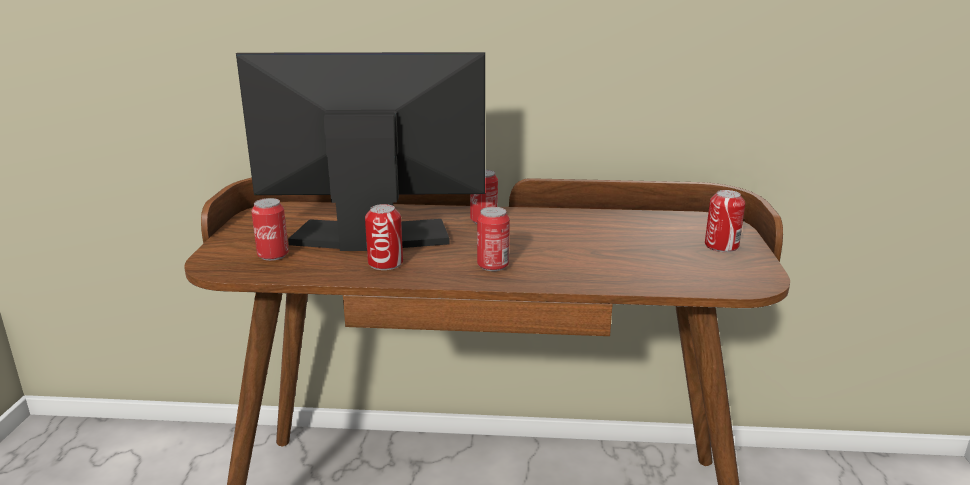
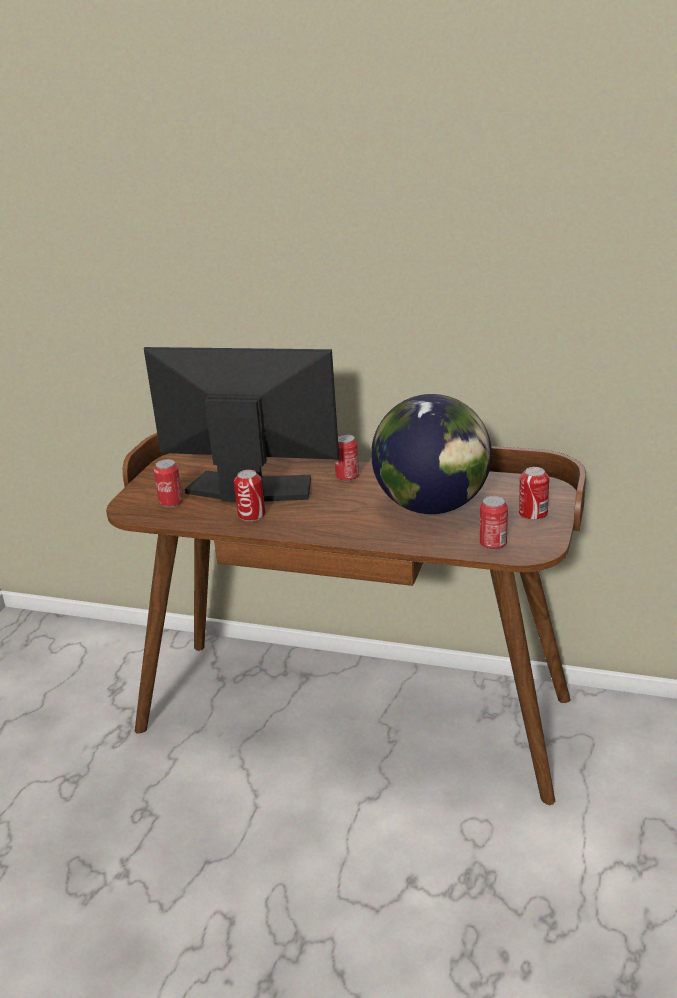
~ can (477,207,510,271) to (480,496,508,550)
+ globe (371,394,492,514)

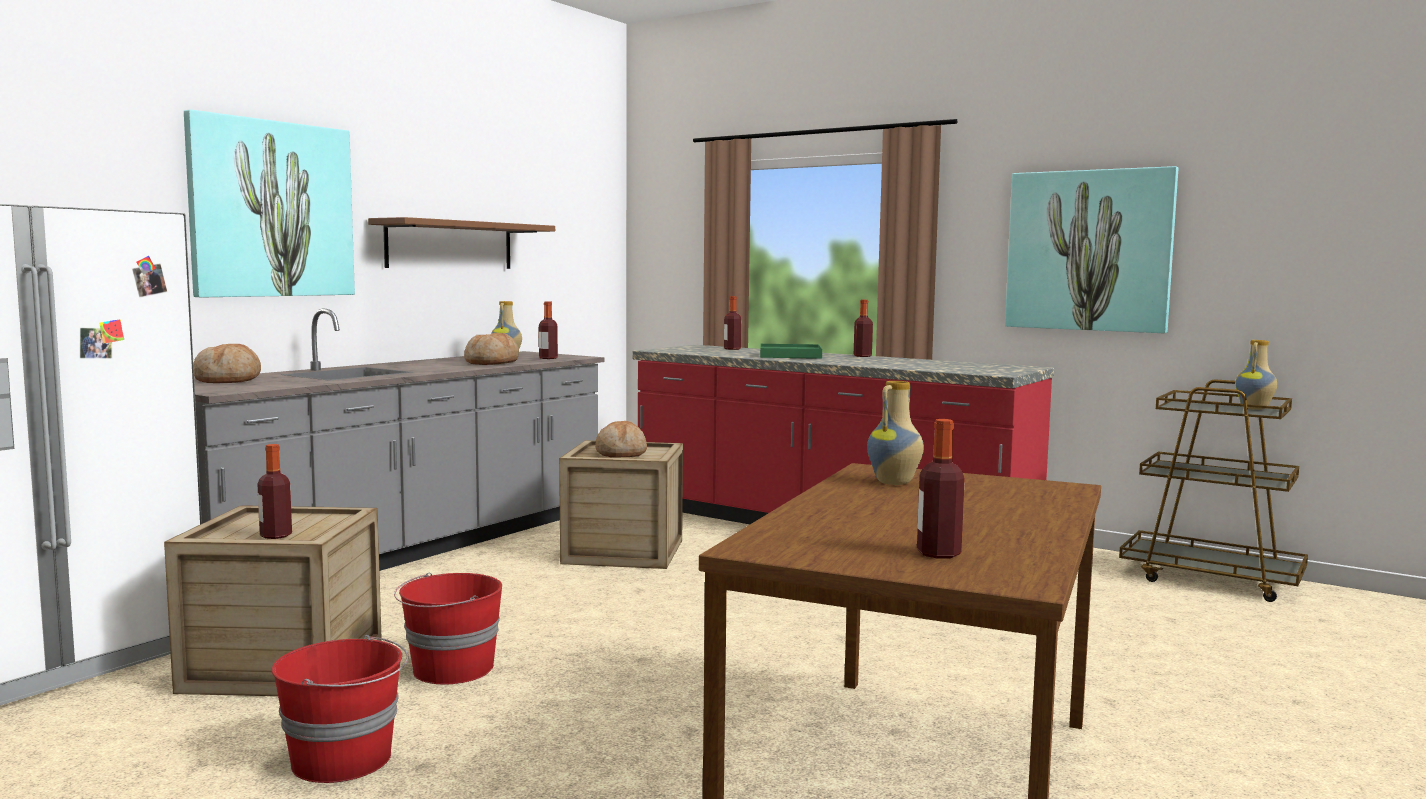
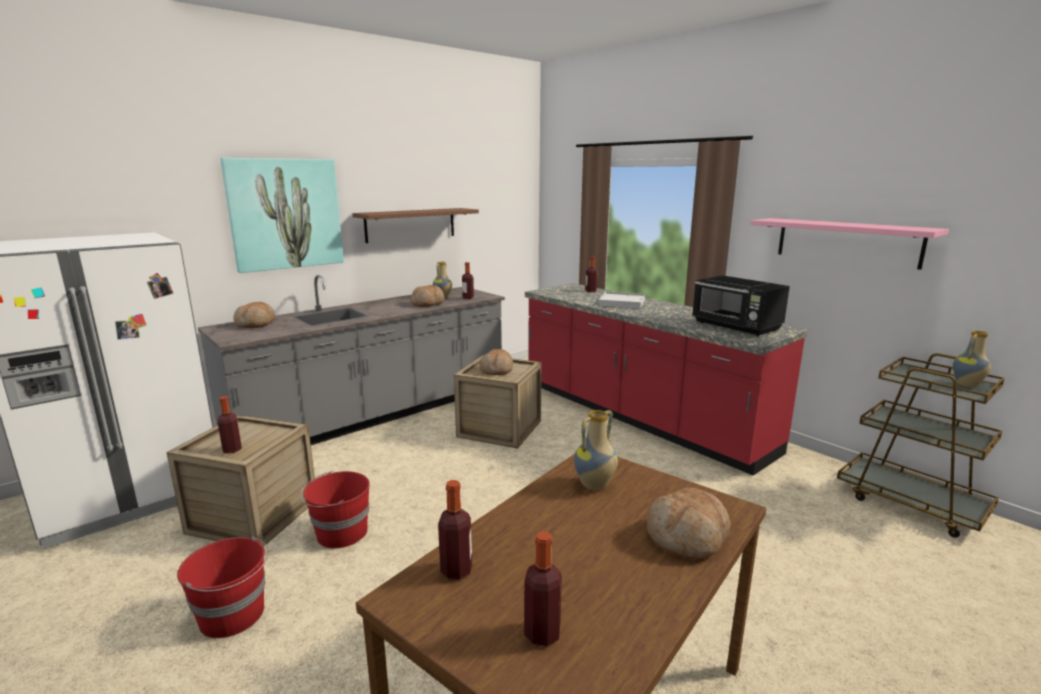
~ green tray (760,344,822,359) to white tray (599,292,645,309)
~ bottle (854,300,873,357) to (438,480,472,580)
~ picture (1005,166,1178,333) to pink shelf (751,218,949,270)
+ bread (647,488,731,560)
+ black microwave (692,275,790,336)

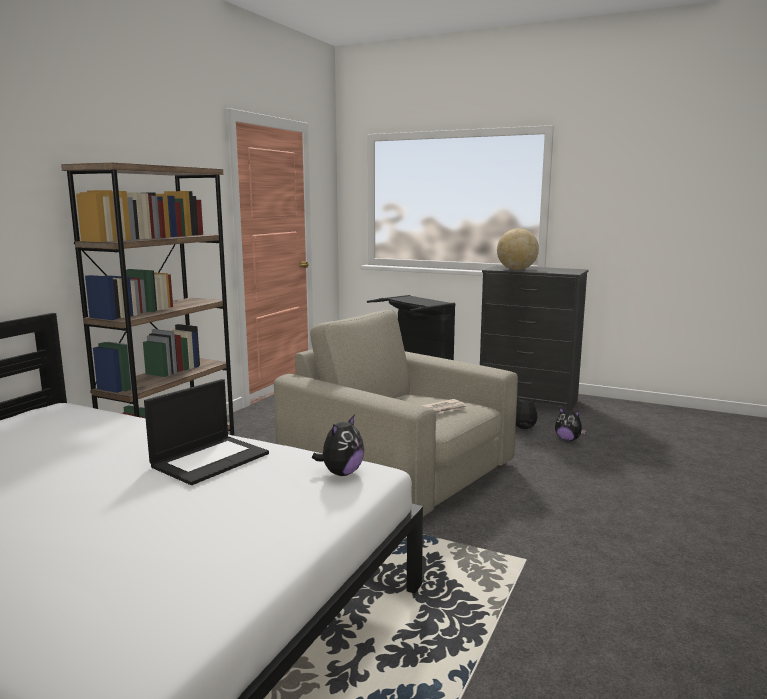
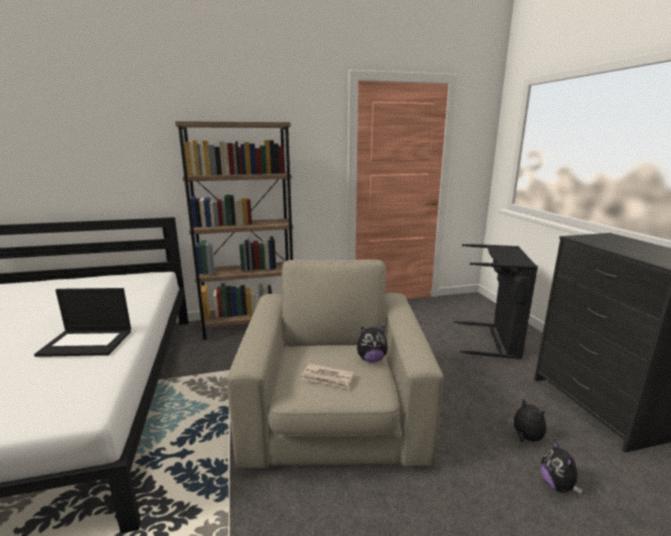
~ plush toy (312,415,364,476) to (357,325,388,363)
- globe (497,229,539,270)

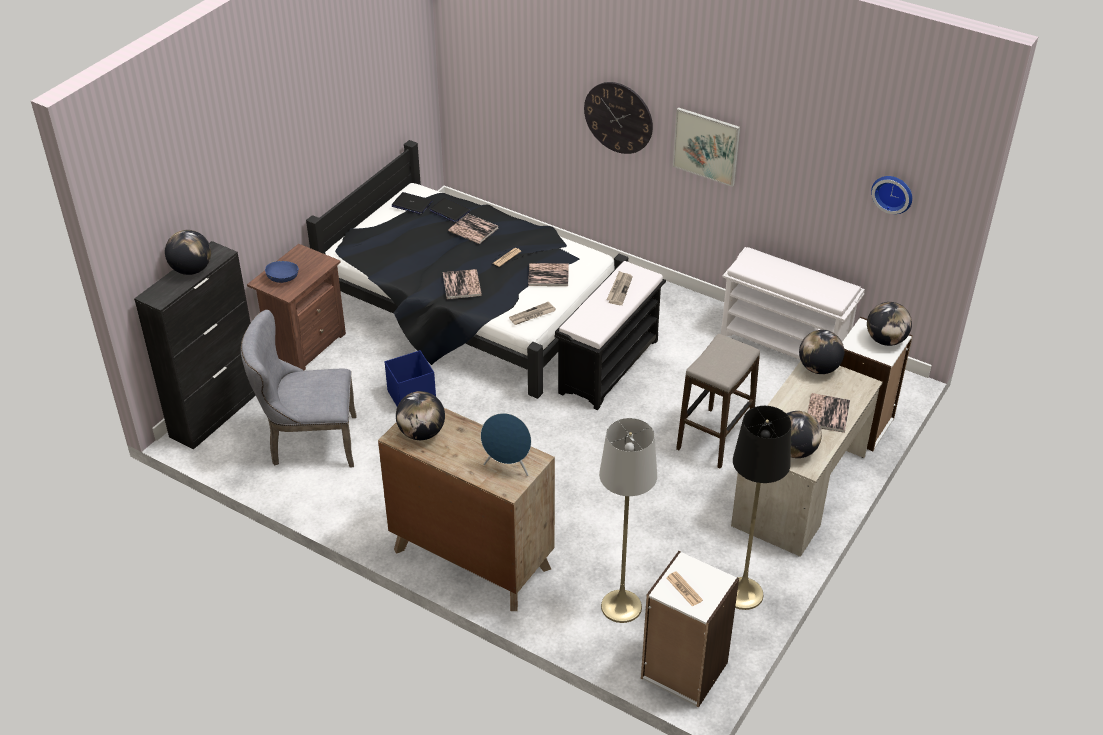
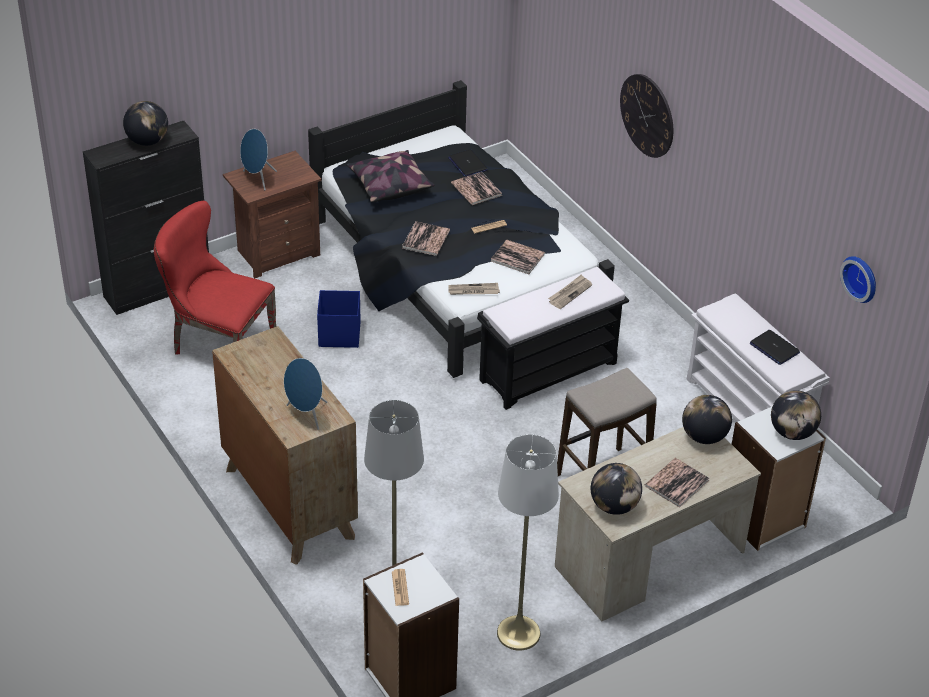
~ grey chair (241,310,356,467) to red chair (154,201,276,355)
~ blue bowl (265,261,299,283) to blue speaker (240,129,277,190)
~ laptop (392,192,432,214) to (750,330,800,365)
- globe (396,391,445,440)
- picture (673,107,740,187)
~ black floor lamp (733,406,791,610) to white floor lamp (497,434,559,651)
+ pillow (347,150,434,202)

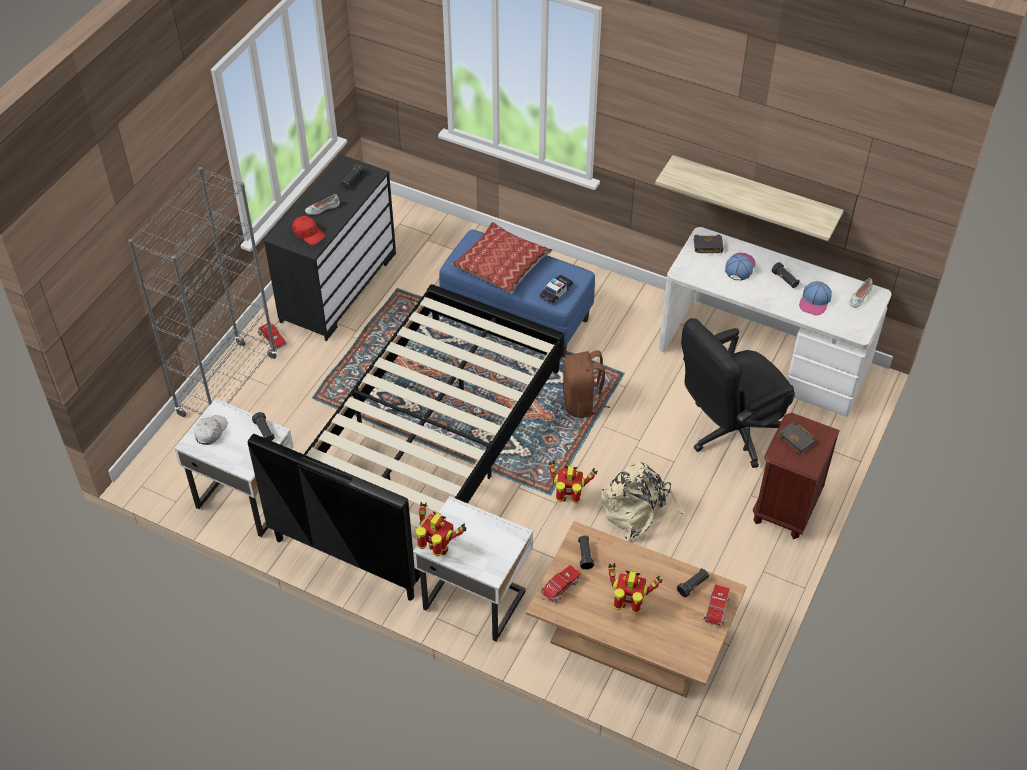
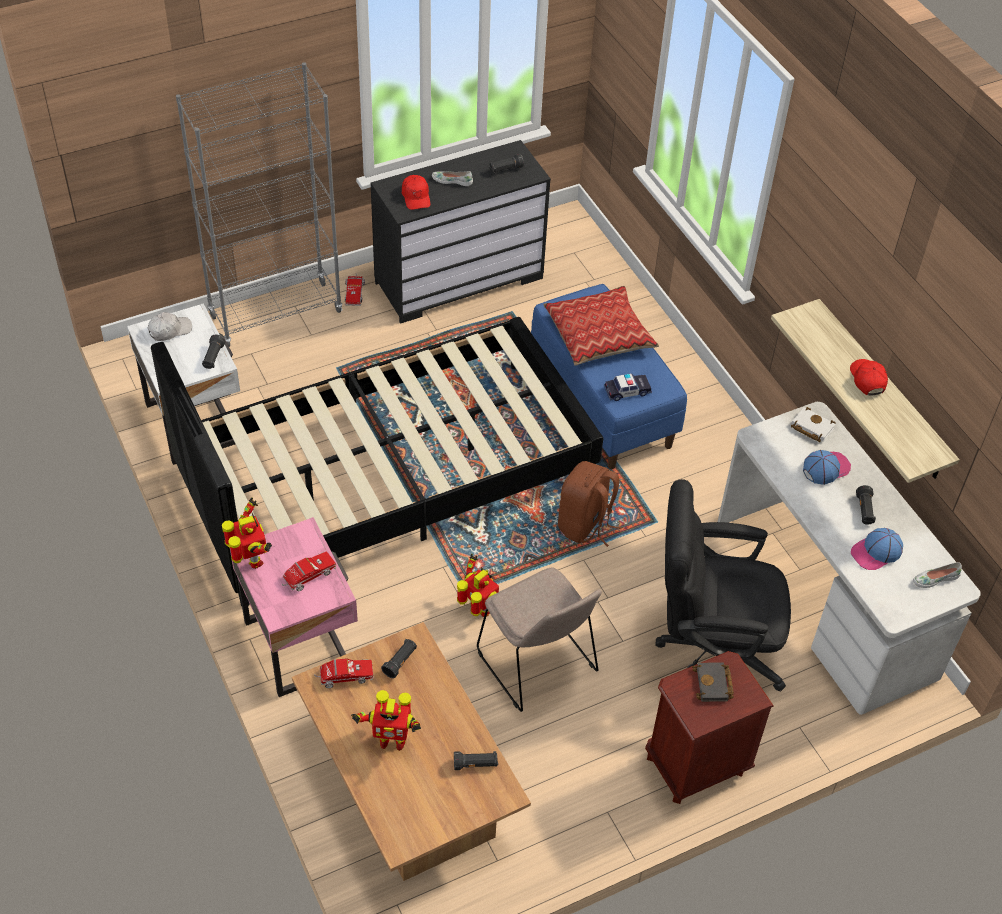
~ white nightstand (413,496,533,641) to pink nightstand (230,517,358,697)
~ beige backpack (601,462,685,540) to beige chair (477,568,602,712)
~ toy robot (608,563,663,614) = (351,690,421,751) 135 degrees clockwise
~ black book (694,235,724,253) to white book (791,407,836,442)
~ toy truck (703,585,730,627) to (282,551,336,591)
+ red cap (850,359,888,395)

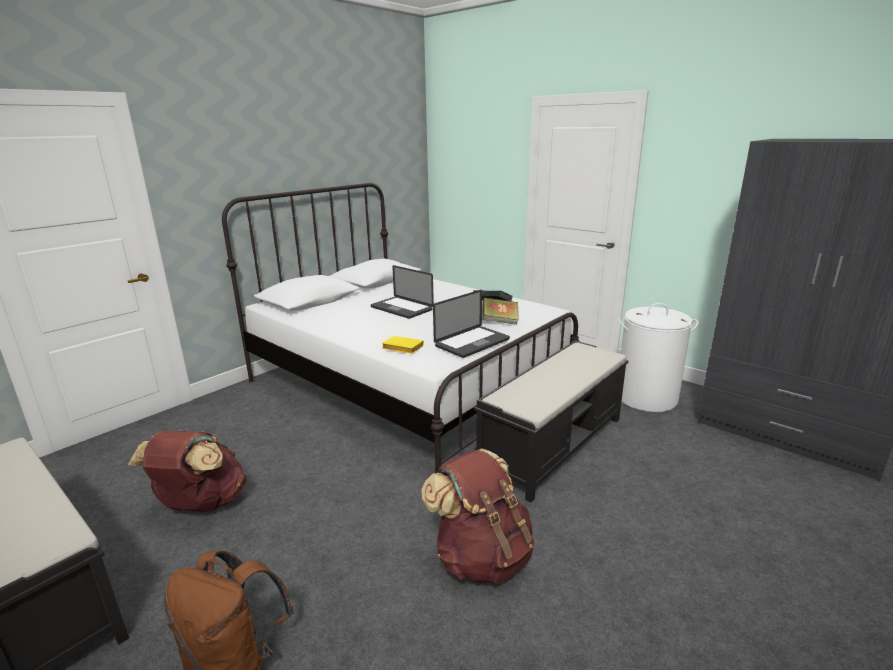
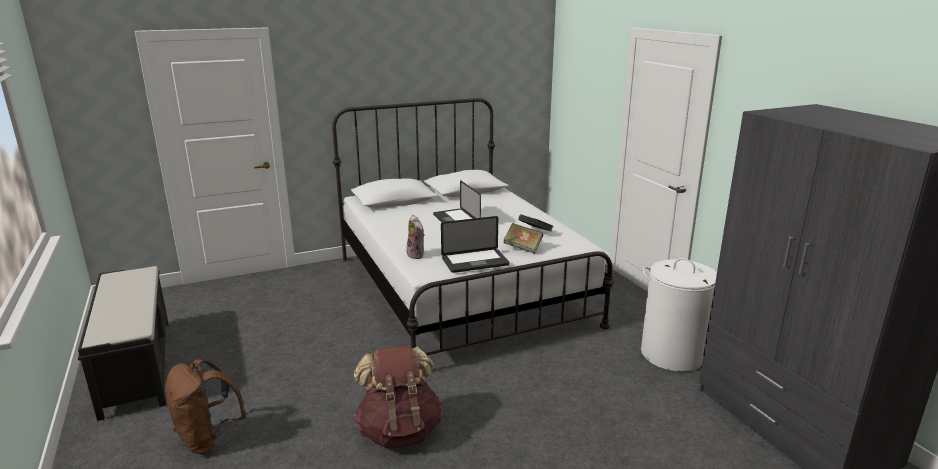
- brown backpack (128,430,247,512)
~ yellow book (382,336,424,354) to plush toy (406,215,425,259)
- black bench (474,341,628,502)

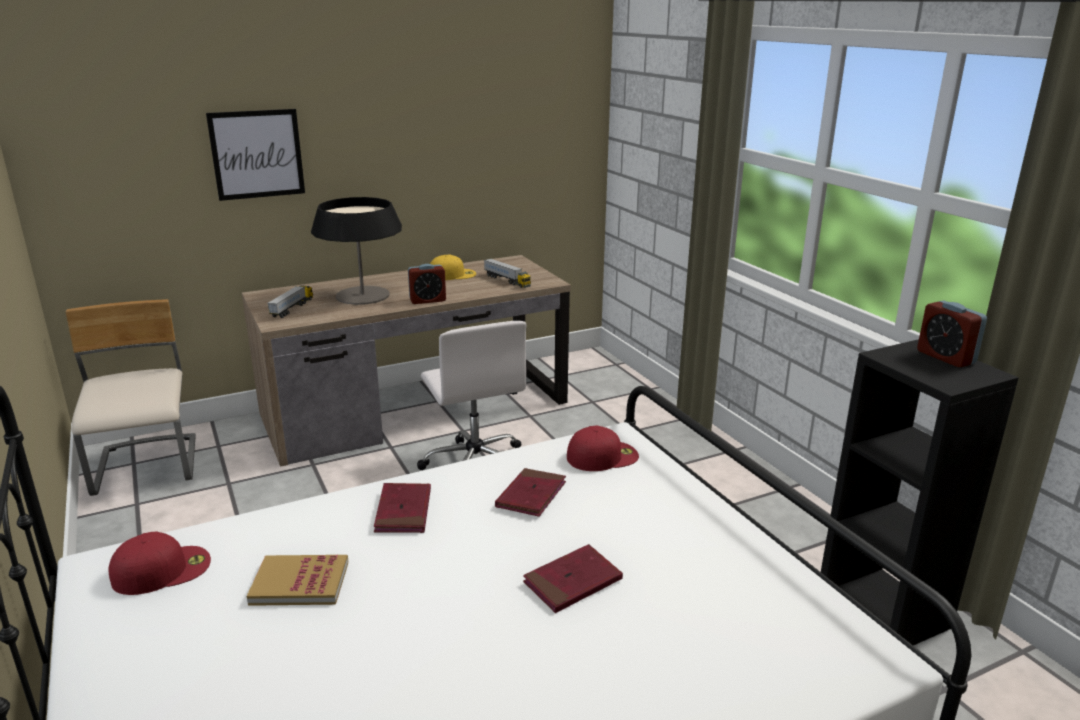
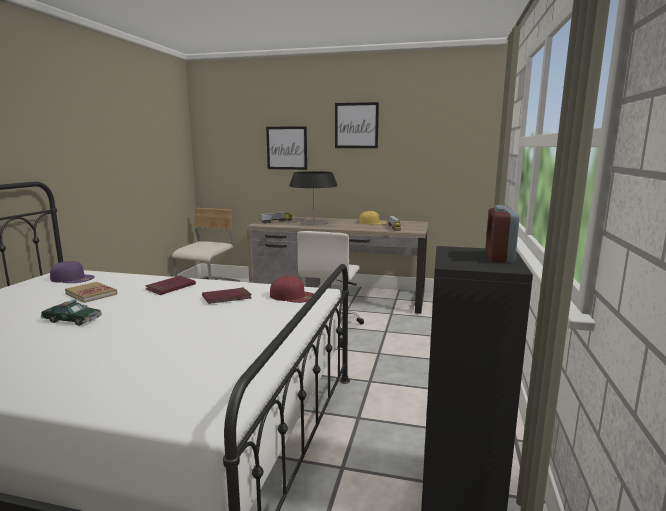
~ red cap (108,532,211,595) to purple cap (50,261,95,283)
- alarm clock (408,264,446,304)
- red book (523,544,623,613)
+ toy car (41,299,102,326)
+ picture (335,102,379,148)

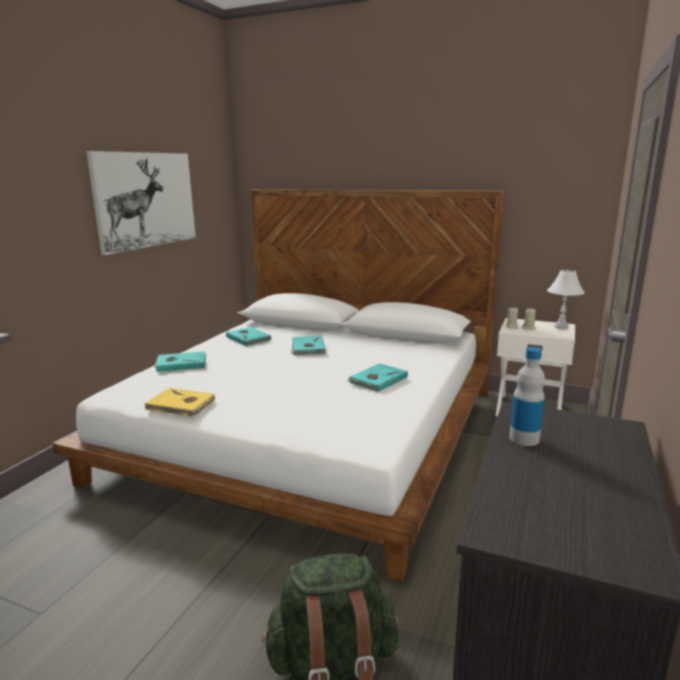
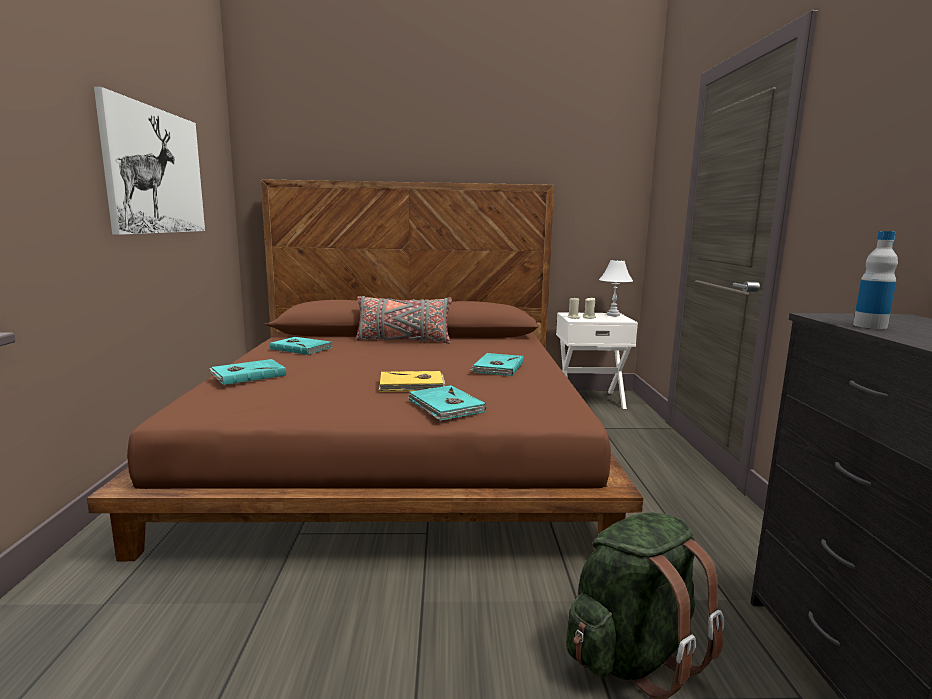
~ white bed (52,189,505,581) to brown bed (87,179,643,561)
~ yellow book (144,388,215,417) to (379,371,446,392)
~ turquoise book (291,336,326,355) to (408,385,486,421)
+ grey pillow (356,296,452,344)

